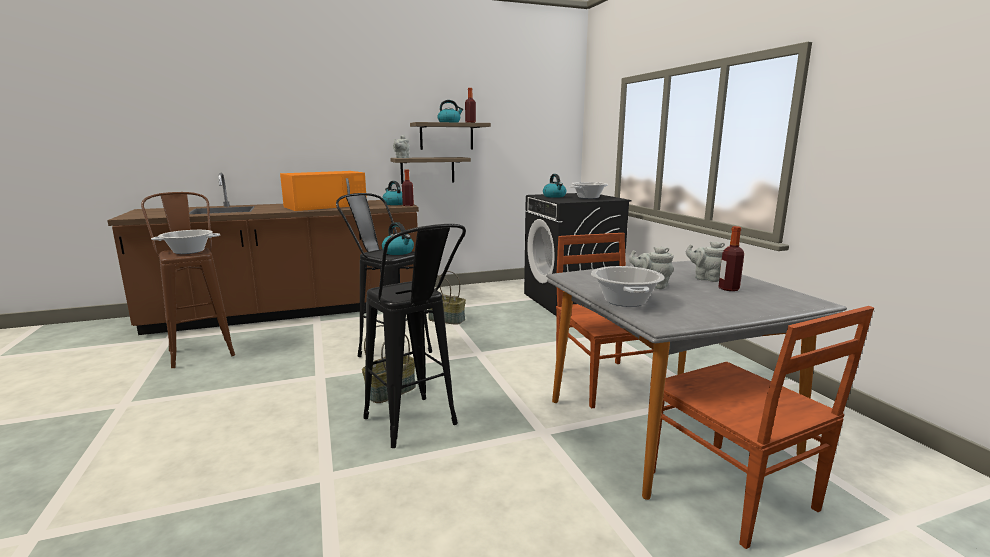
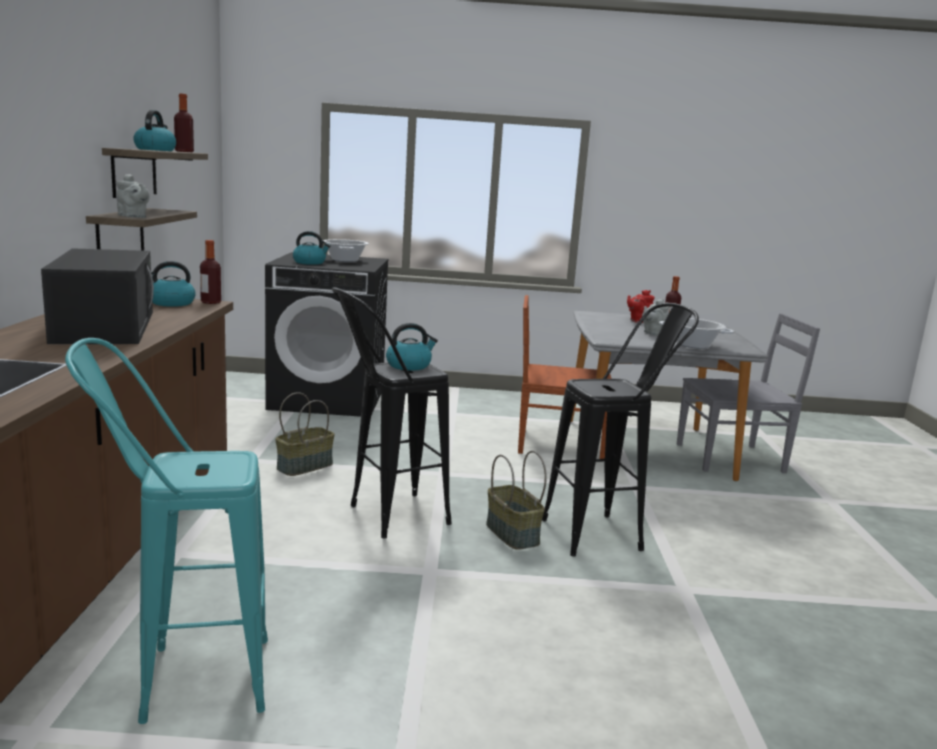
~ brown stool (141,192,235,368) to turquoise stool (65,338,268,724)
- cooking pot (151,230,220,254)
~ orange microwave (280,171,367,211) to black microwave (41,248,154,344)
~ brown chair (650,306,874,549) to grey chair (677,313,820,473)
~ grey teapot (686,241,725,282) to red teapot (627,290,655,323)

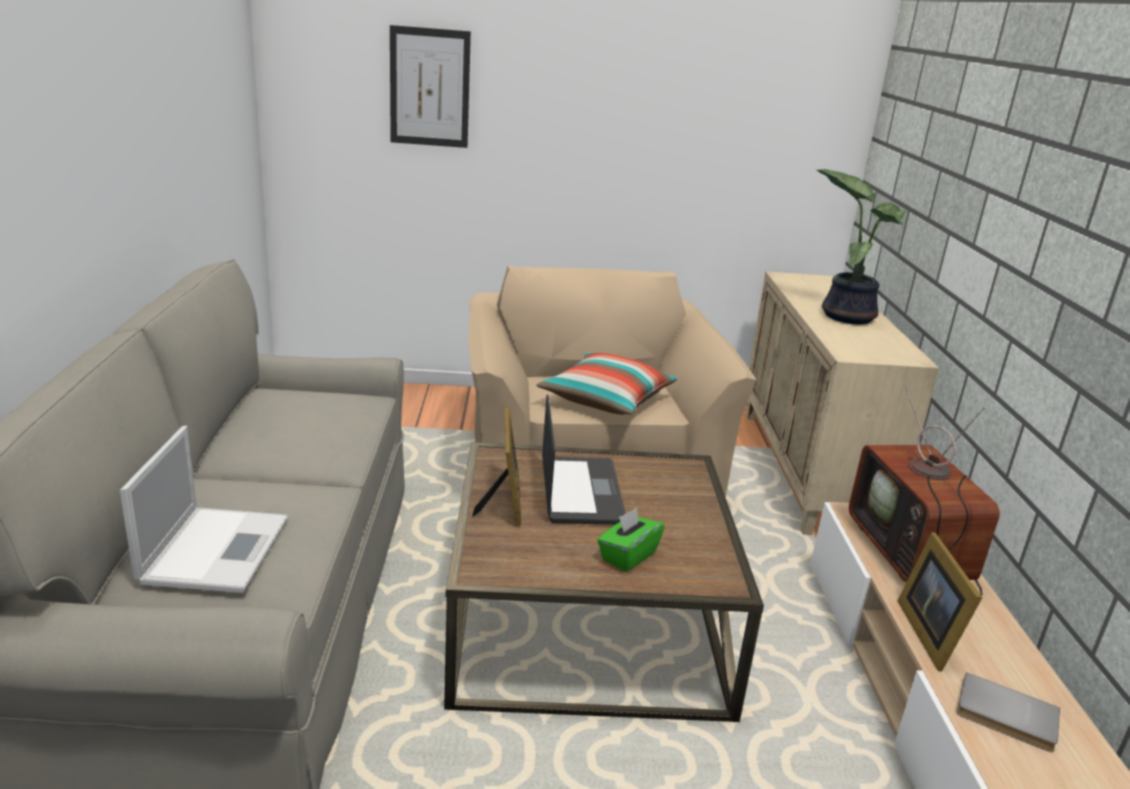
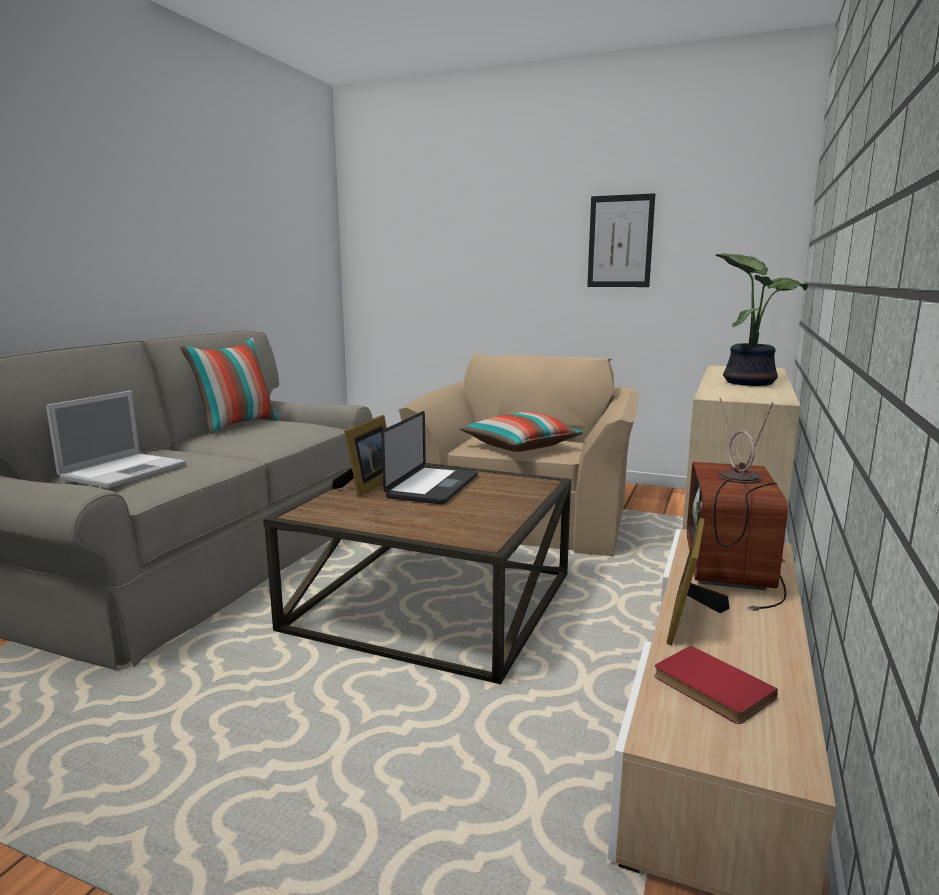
~ picture (390,25,471,148) to (587,193,655,287)
- green tissue box (597,507,665,572)
~ grey book (957,672,1060,752) to red book (654,646,778,724)
+ pillow (180,338,279,434)

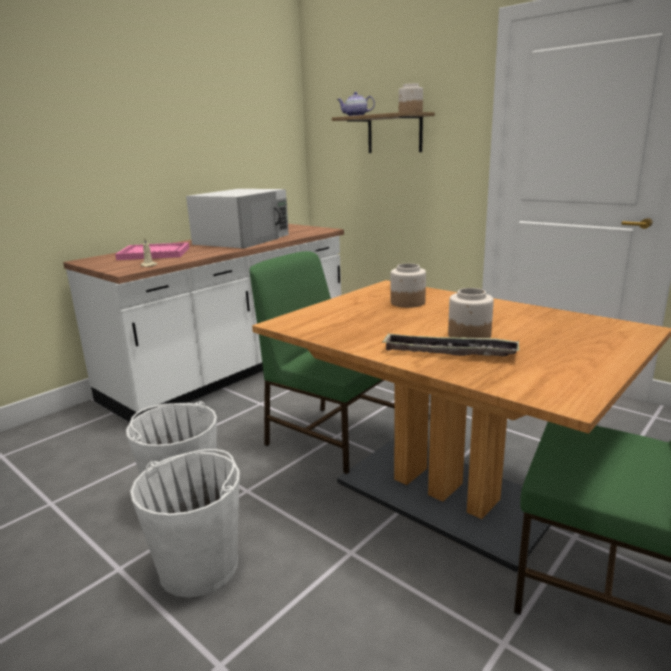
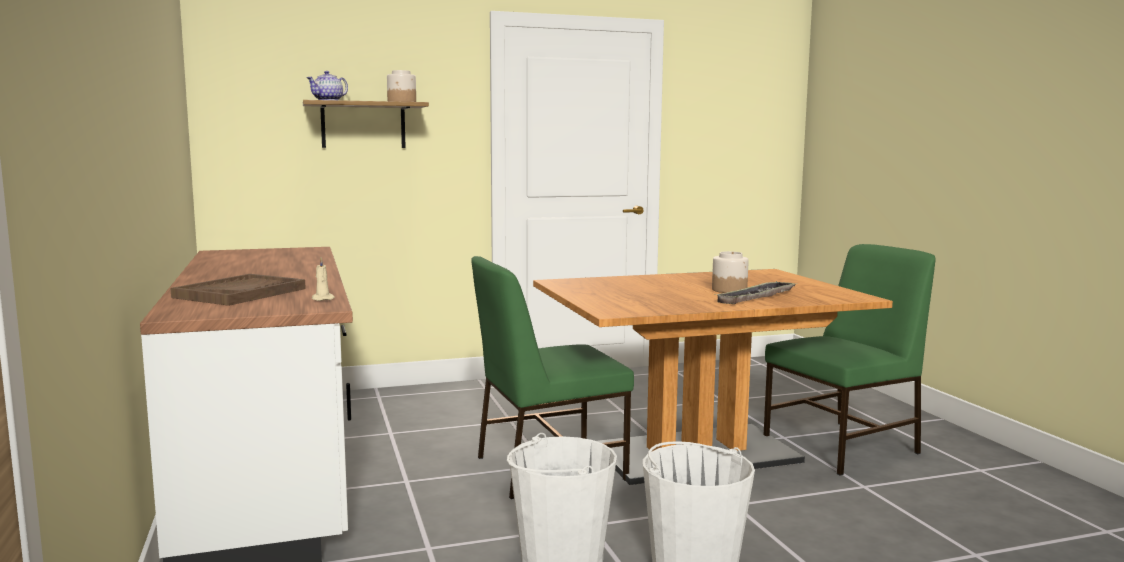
~ pink tray (115,242,189,260) to brown tray (171,274,306,306)
- white microwave (186,189,289,249)
- jar (391,263,426,308)

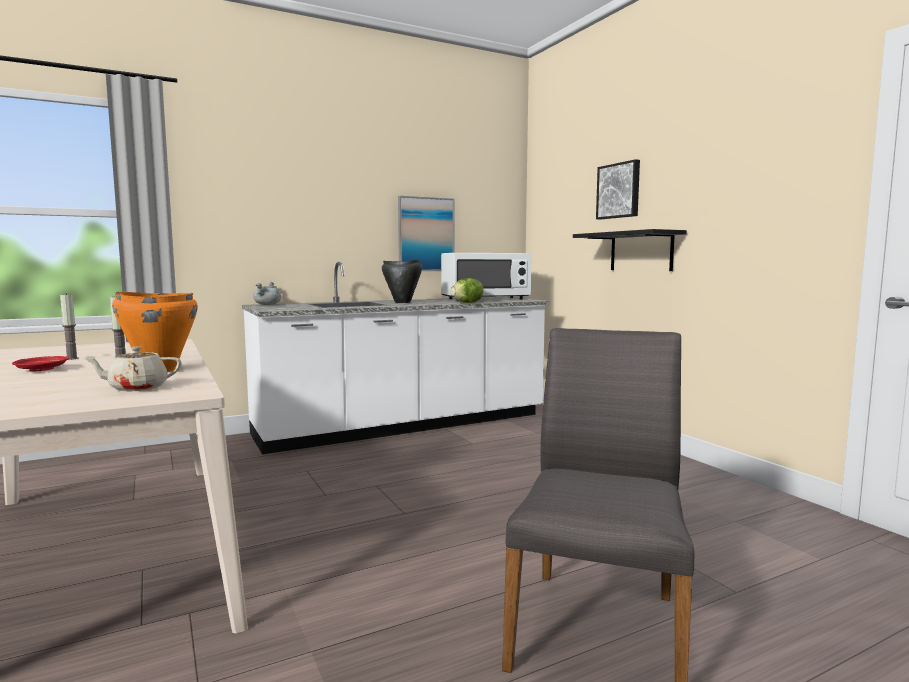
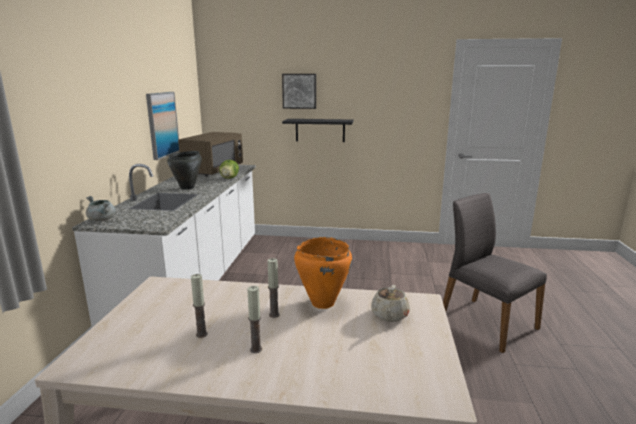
~ red plate (12,356,69,371) to candle (247,286,262,353)
~ white microwave (441,253,532,301) to brown microwave (178,132,243,177)

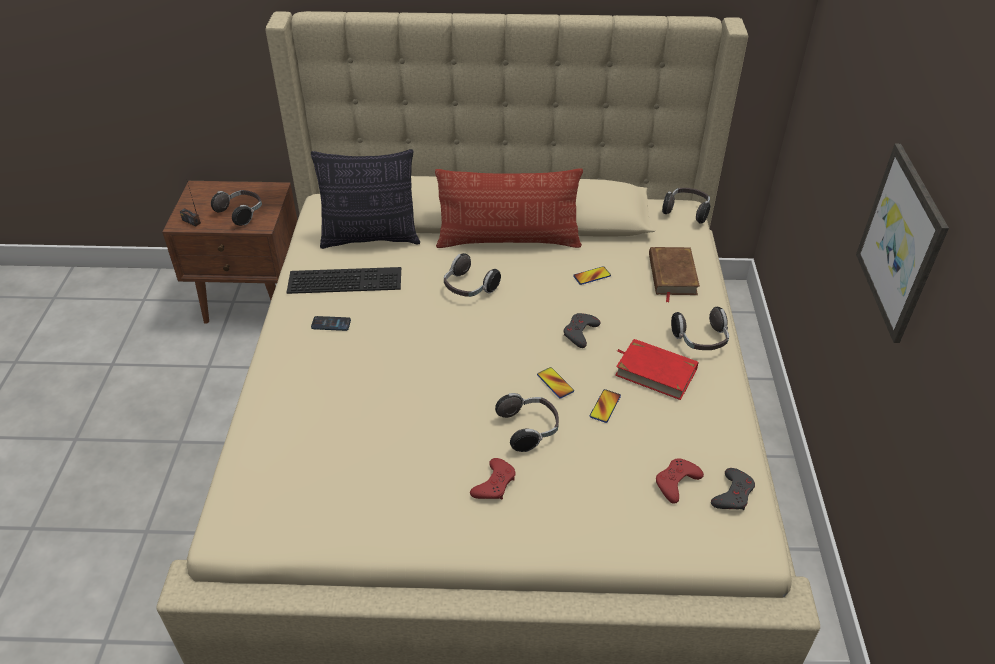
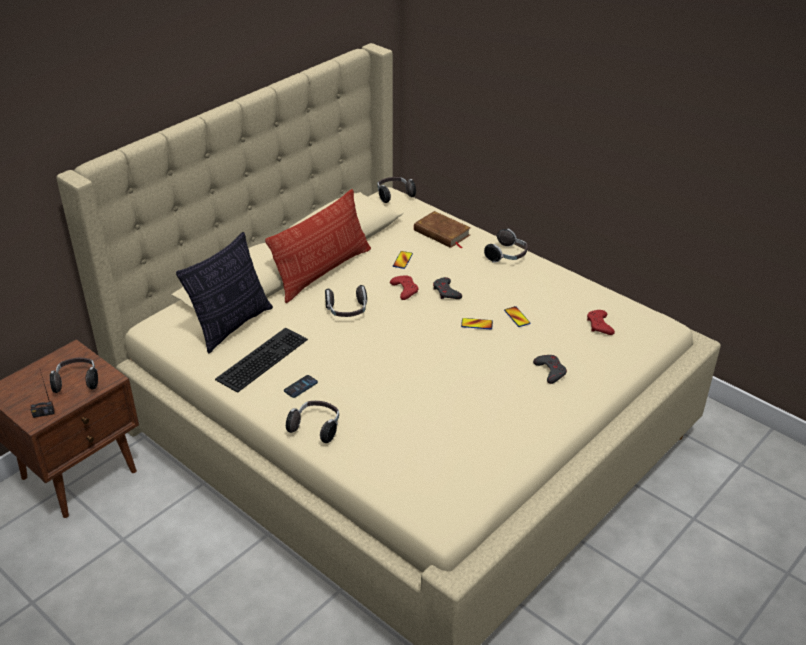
~ red game controller (470,458,516,500) to (390,276,418,300)
~ headphones (495,393,559,452) to (286,401,339,443)
- red book (615,339,698,400)
~ grey game controller (711,468,755,510) to (533,355,567,384)
- picture (856,144,949,343)

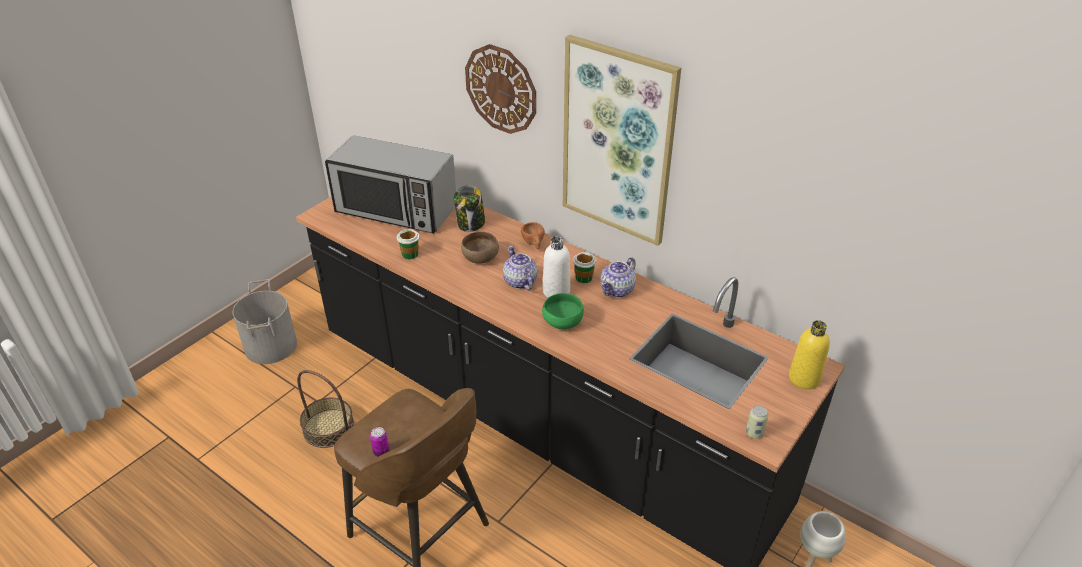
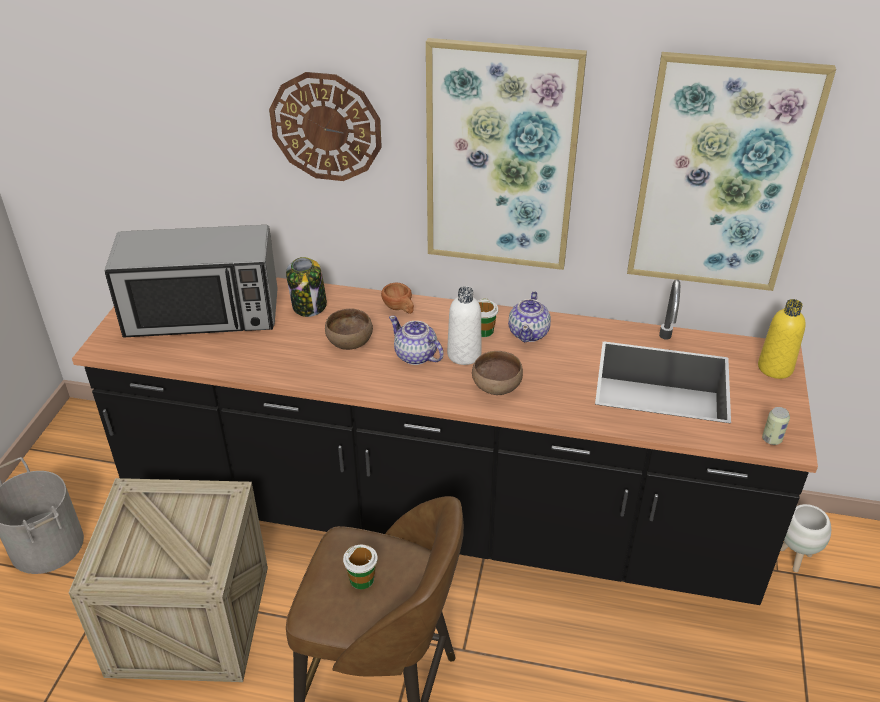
~ basket (297,370,354,448) to crate (69,478,268,682)
- can (370,427,389,457)
~ cup (397,229,420,259) to (343,545,378,589)
~ green bowl (542,293,584,329) to brown bowl (472,351,523,395)
+ picture (627,52,836,291)

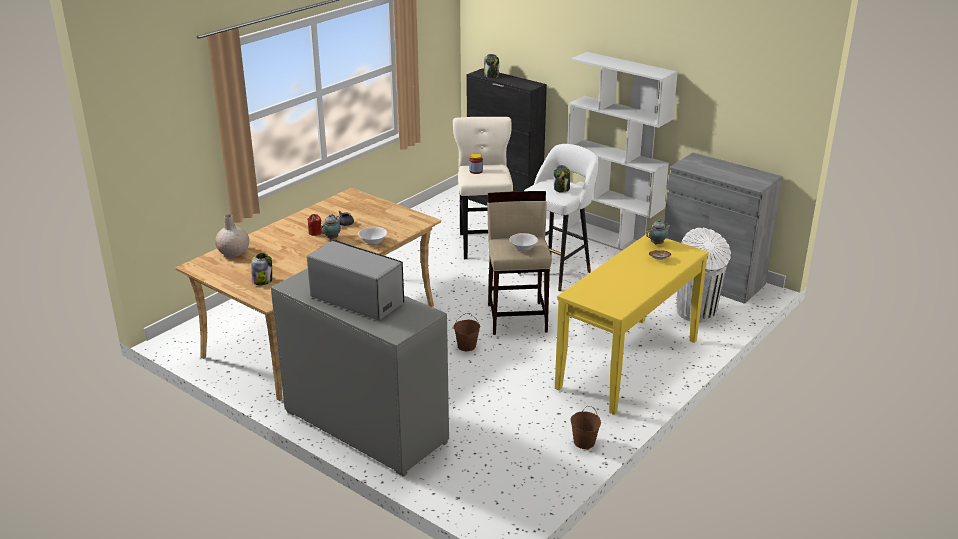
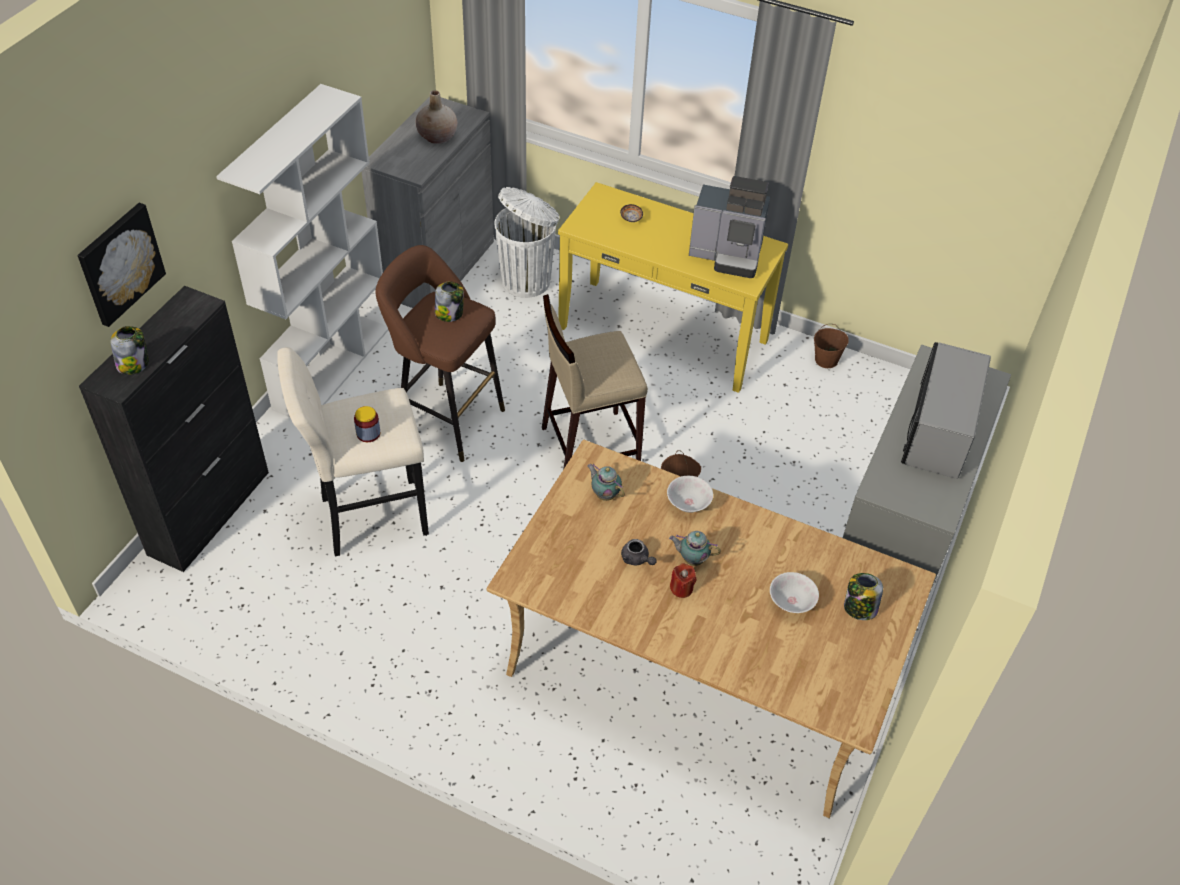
~ beige vase (215,214,249,257) to (416,90,457,144)
~ white bowl (509,233,538,251) to (770,572,819,613)
~ white stool (518,144,599,291) to brown stool (375,245,505,462)
~ teapot (646,219,671,244) to (587,464,625,501)
+ picture (77,203,166,327)
+ coffee machine (689,176,770,278)

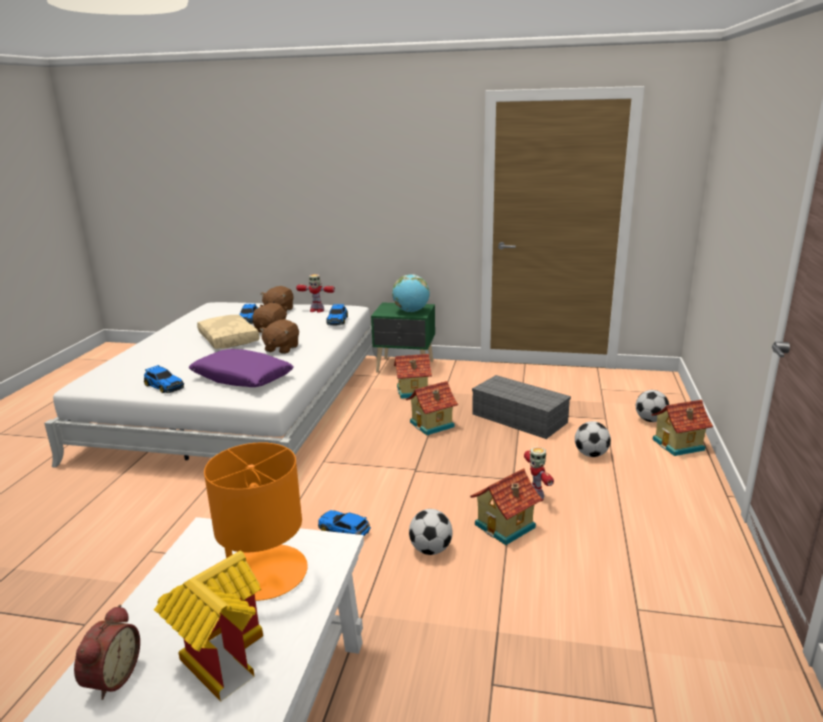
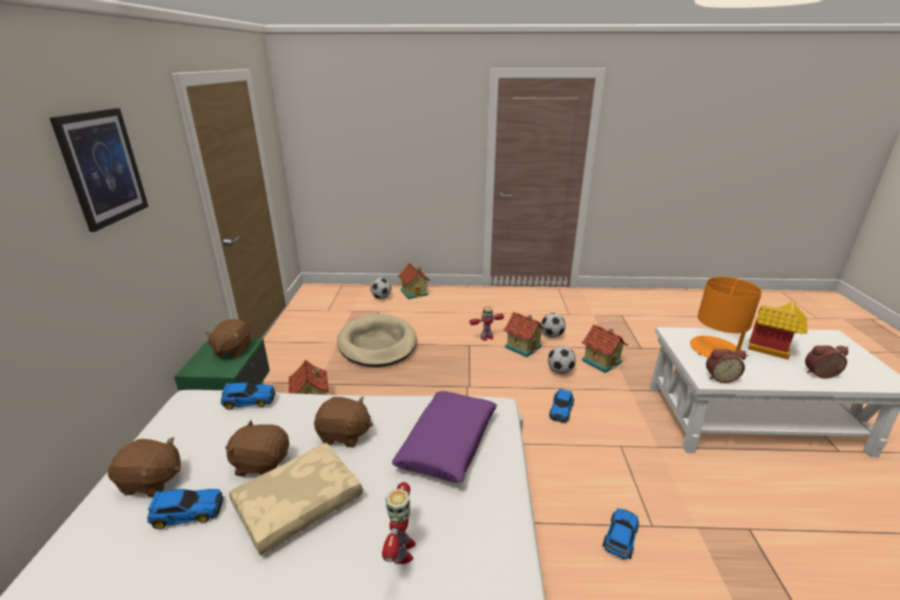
~ toy car (144,365,184,393) to (603,508,639,560)
~ toy robot (296,274,335,313) to (382,482,416,564)
~ globe (392,274,430,312) to brown plush toy (205,319,251,358)
~ toy house (406,381,458,436) to (581,324,628,373)
~ grey storage box (472,375,571,439) to beige dog bed (337,314,417,367)
~ football (575,421,611,457) to (541,313,566,338)
+ picture (50,108,149,232)
+ alarm clock (706,349,746,383)

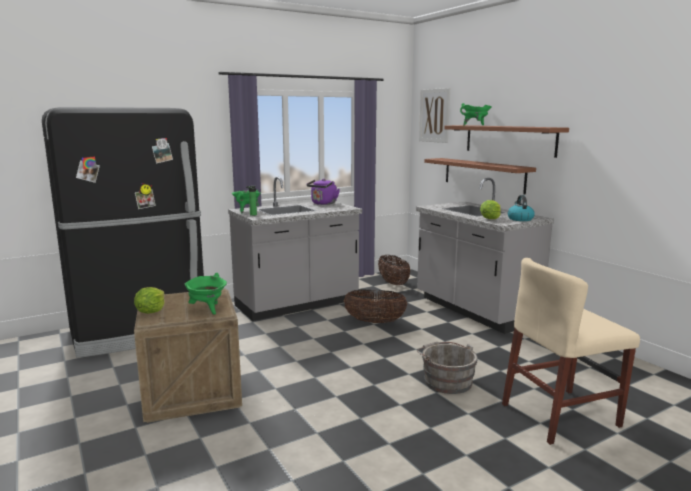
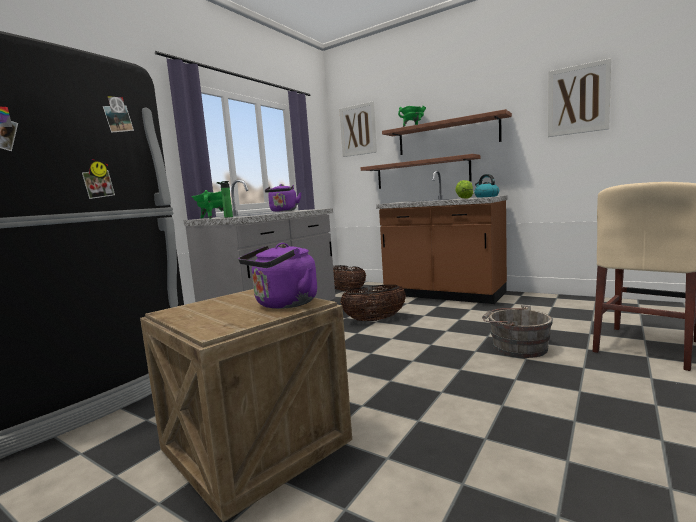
- lettuce (134,287,164,314)
~ green cooking pot (184,273,227,314) to purple kettle (238,243,317,309)
~ grey counter (416,178,554,334) to brown counter (376,170,507,304)
+ picture (548,58,611,137)

